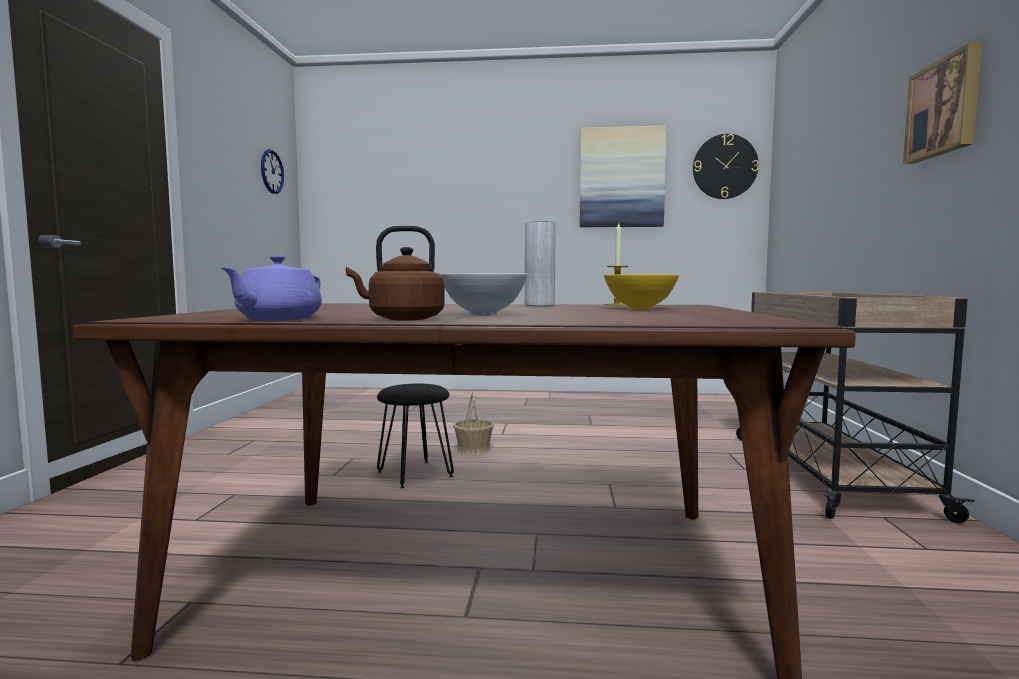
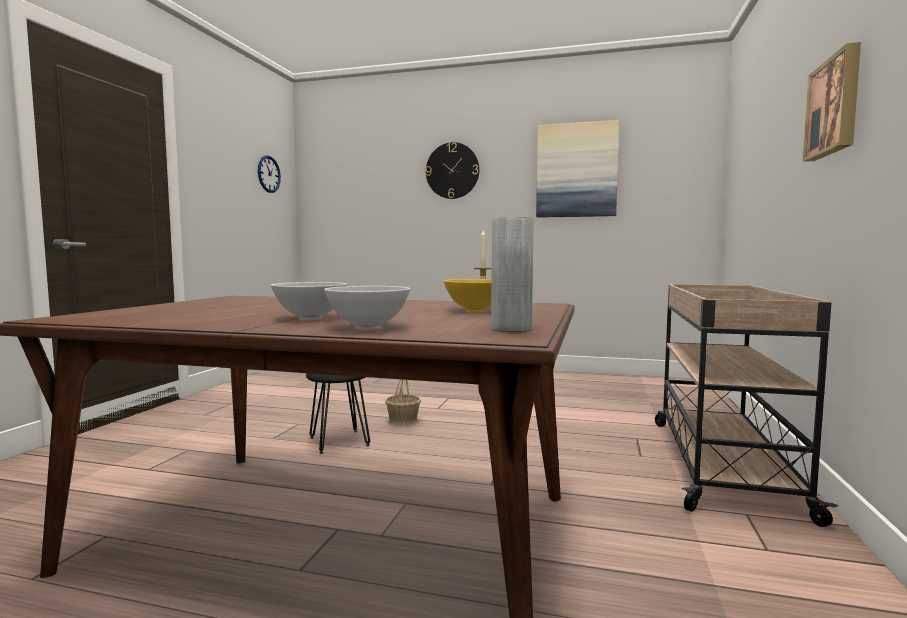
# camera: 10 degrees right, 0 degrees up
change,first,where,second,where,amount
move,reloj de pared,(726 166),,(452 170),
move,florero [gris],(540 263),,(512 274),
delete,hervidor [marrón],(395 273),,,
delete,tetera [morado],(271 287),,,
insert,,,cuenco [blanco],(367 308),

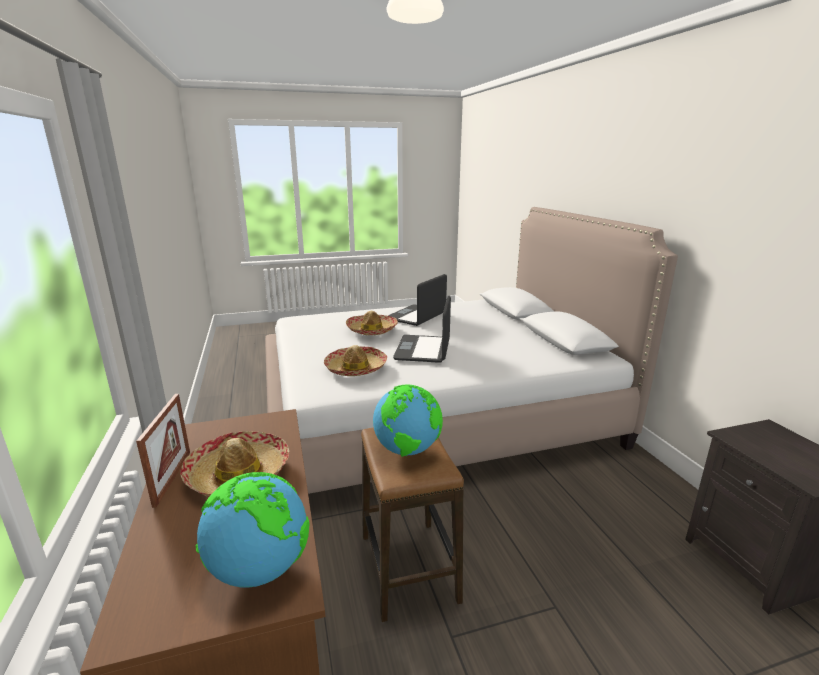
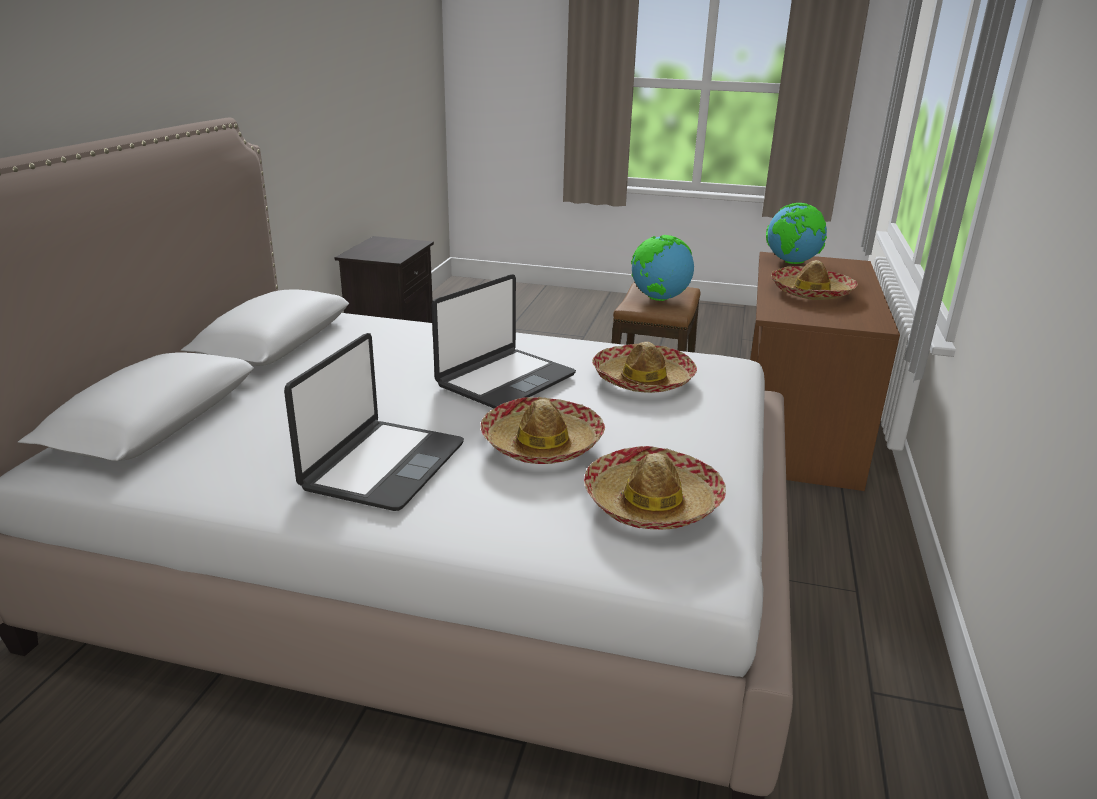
# camera: 150 degrees left, 5 degrees up
change,first,where,second,where,amount
rotate,portátil,(417 300),,(374 422),45 degrees counterclockwise
delete,portarretratos,(163 451),,,
insert,,,sombrero,(655 488),

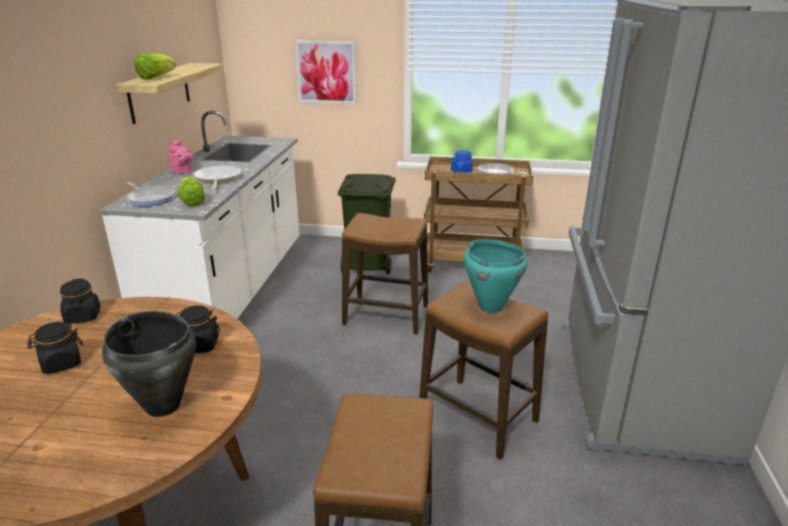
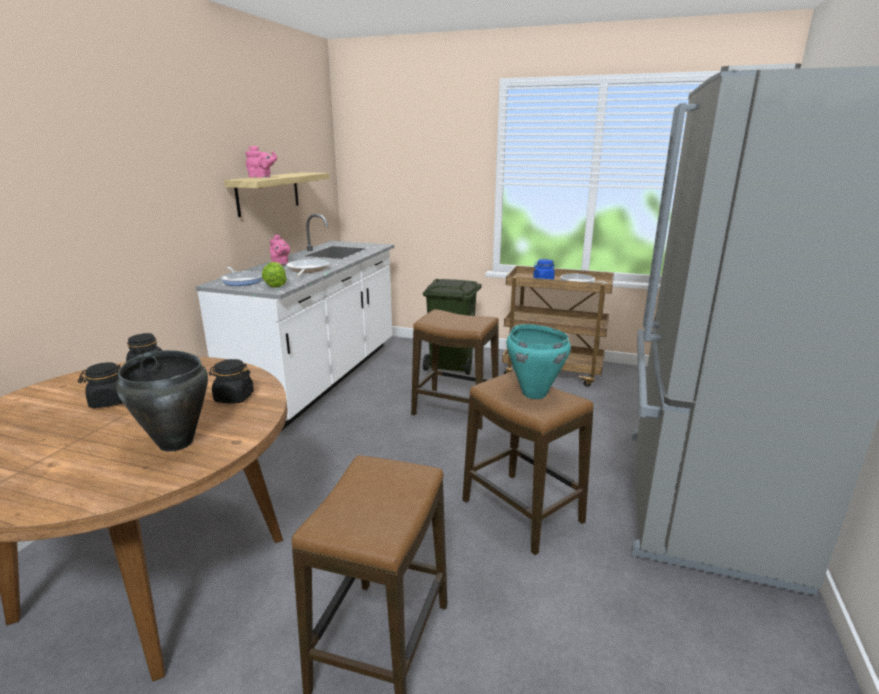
# camera: 10 degrees right, 5 degrees down
change,first,where,second,where,amount
delete,cuadro,(326 72),,,
replace,lechuga,(155 66),tetera [rosa],(261 162),

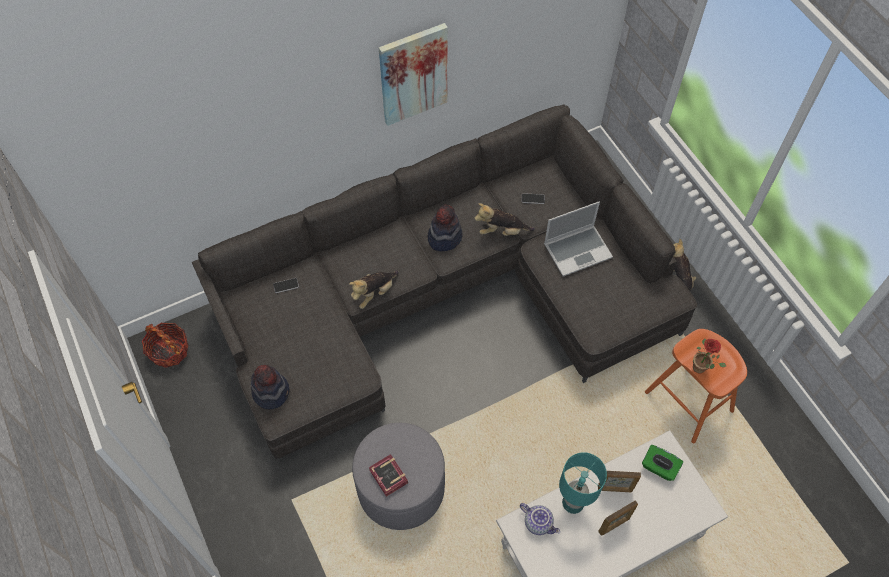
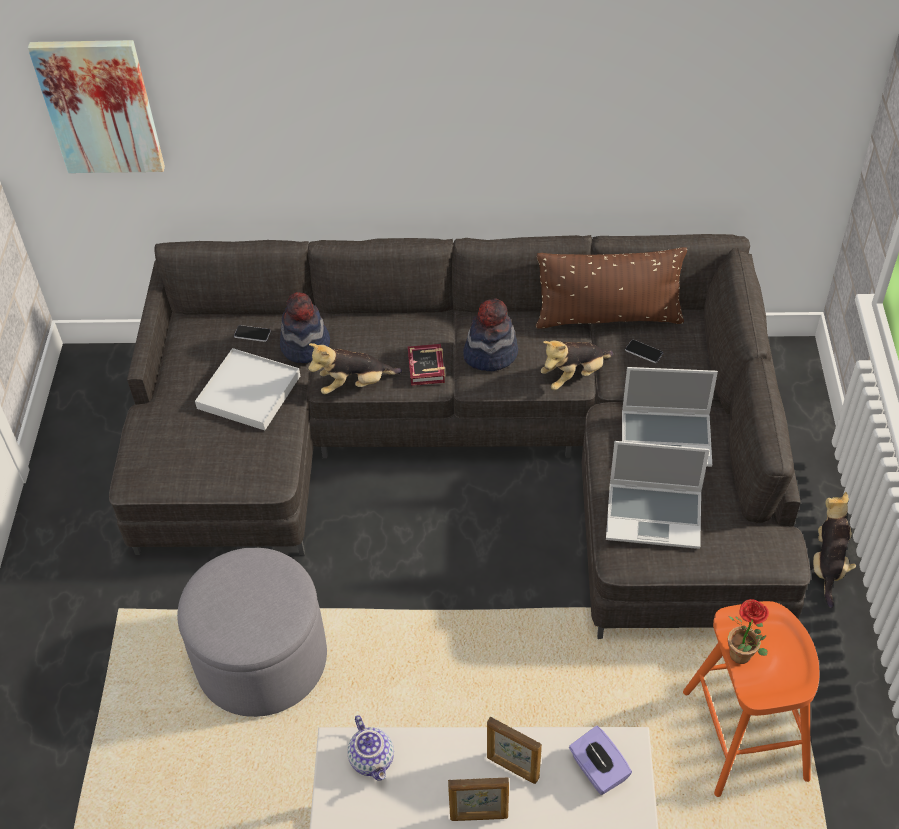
# camera: 30 degrees right, 10 degrees down
change,first,where,second,where,amount
move,cuadro,(413 74),,(96 106),
rotate,peluche,(504 219),,(577 365),60 degrees counterclockwise
delete,cesta,(165 345),,,
move,sombrero,(270 387),,(305 327),
recolor,caja de pañuelos [verde],(662 463),caja de pañuelos [morado],(600 760),
delete,lámpara de mesa [turquesa],(583 483),,,
move,libro,(388 475),,(426 365),
insert,,,cojín [marrón],(611 288),
insert,,,bandeja [blanco],(247 389),
insert,,,portátil,(658 495),

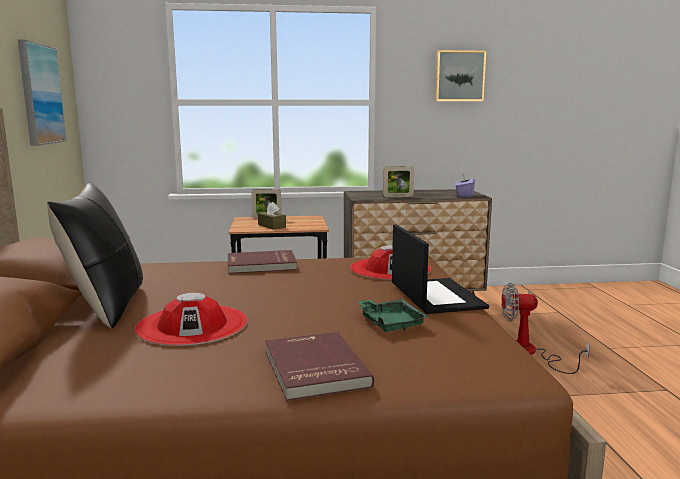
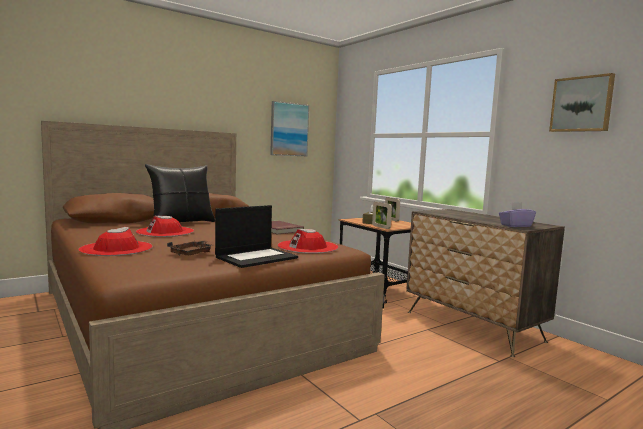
# camera: 60 degrees right, 5 degrees down
change,first,where,second,where,amount
move,portarretratos,(398 181),,(382 215),
delete,ventilador,(545 328),,,
recolor,bandeja [verde],(392 315),bandeja [marrón],(190 248),
replace,libro [rojo],(319 366),sombrero [rojo],(115 241),

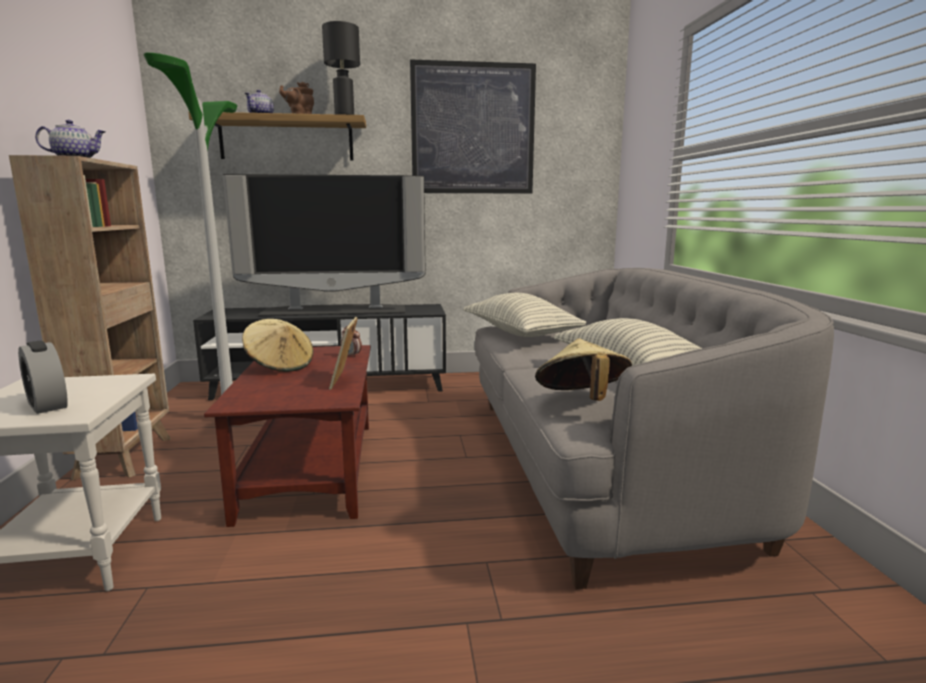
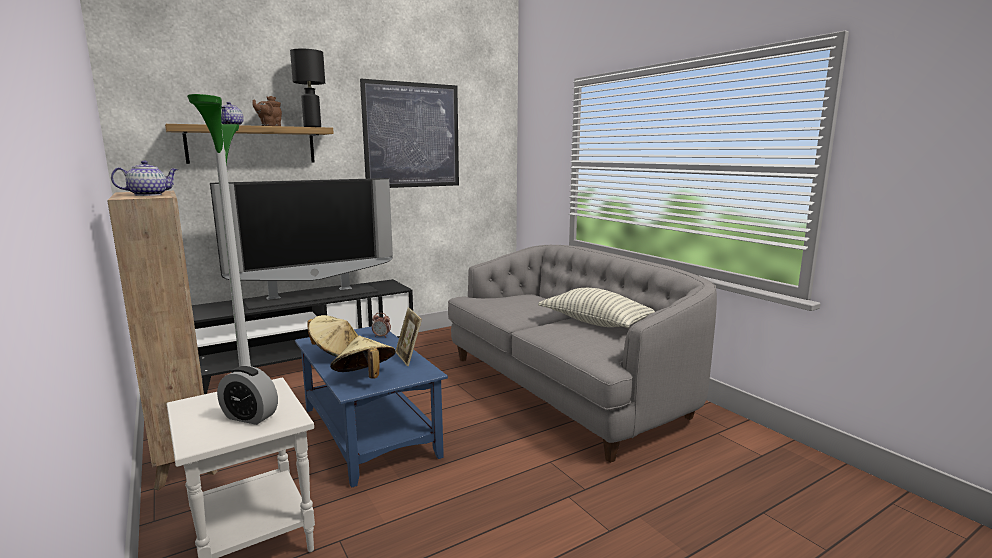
# camera: 25 degrees left, 0 degrees up
change,first,where,second,where,amount
delete,cojín,(525 315),,,
move,sombrero [beis],(583 369),,(363 356),
recolor,mesa de centro [marrón],(287 436),mesa de centro [azul],(371 407),

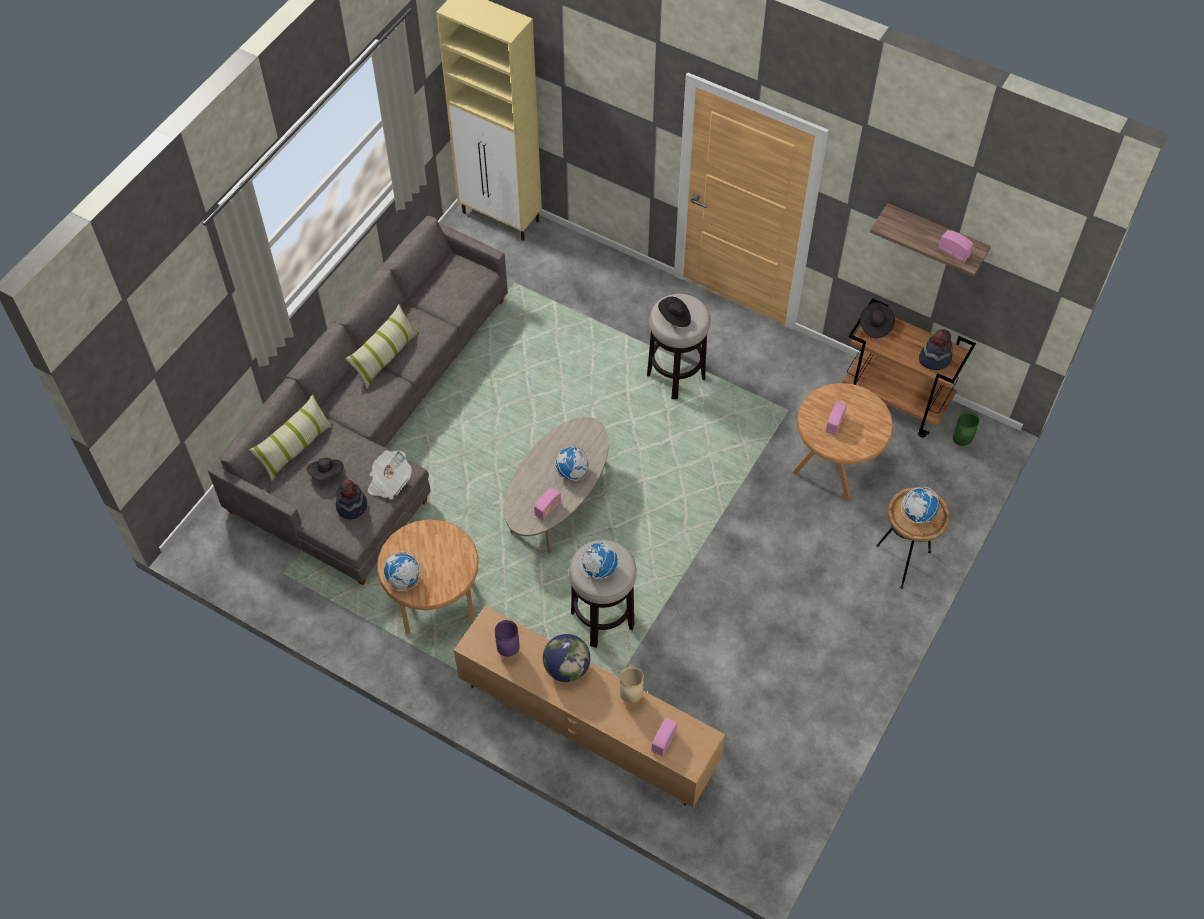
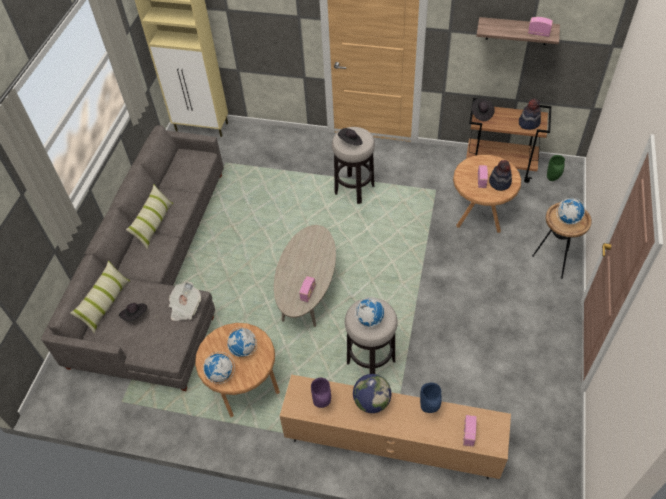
# camera: 15 degrees left, 5 degrees down
change,first,where,second,where,amount
move,globo terráqueo,(572 463),,(242 342),
move,sombrero,(351 499),,(500 175),
recolor,florero [beis],(632 684),florero [azul],(431 398),

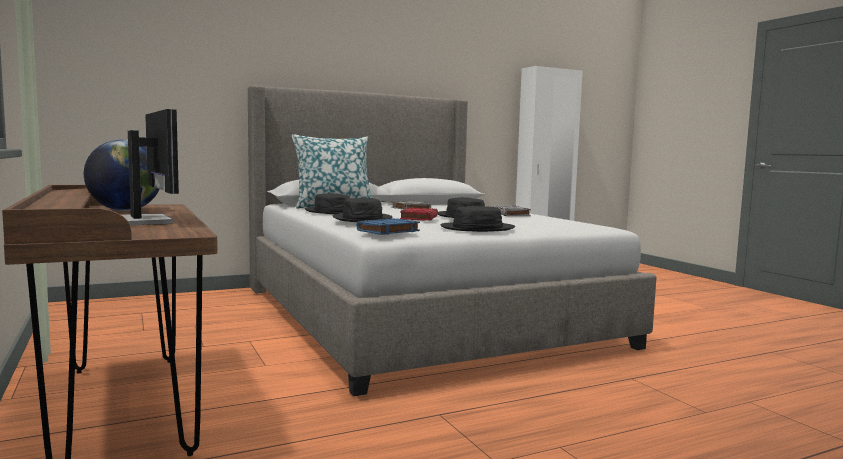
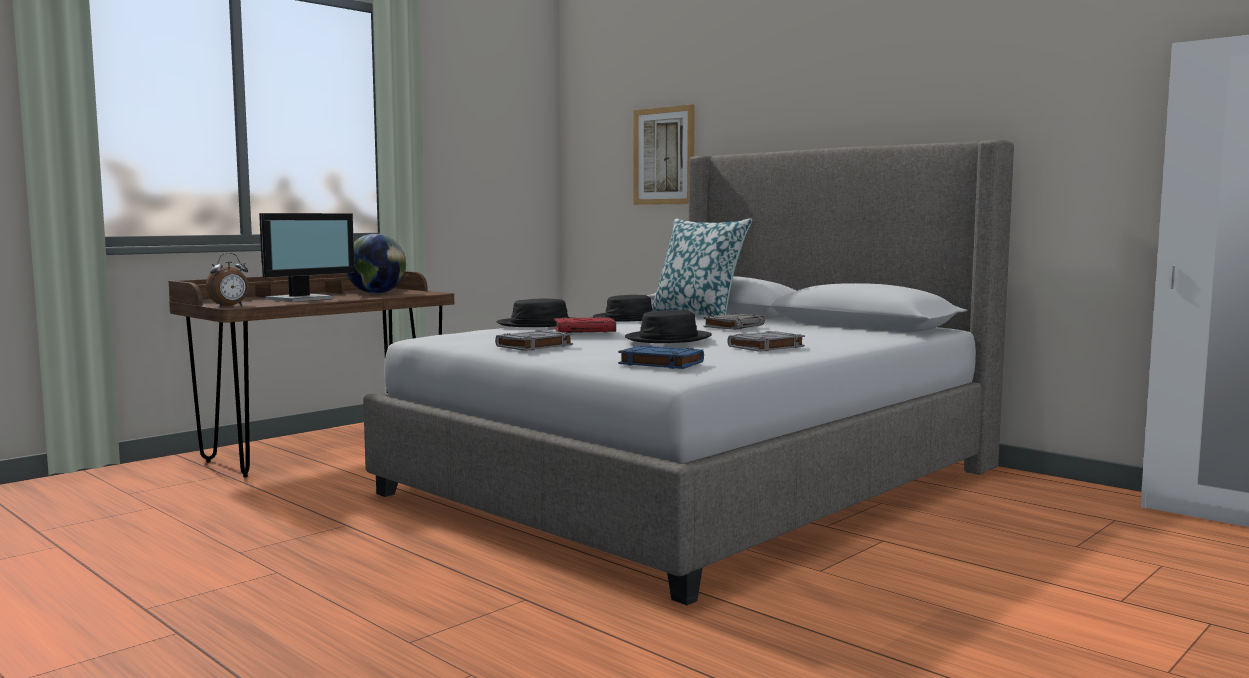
# camera: 70 degrees right, 0 degrees up
change,first,where,second,where,amount
replace,sombrero [negro],(478 219),libro [gris],(534 340),
move,libro [azul],(388 226),,(661 357),
insert,,,cuadro,(664 154),
insert,,,despertador,(227 280),

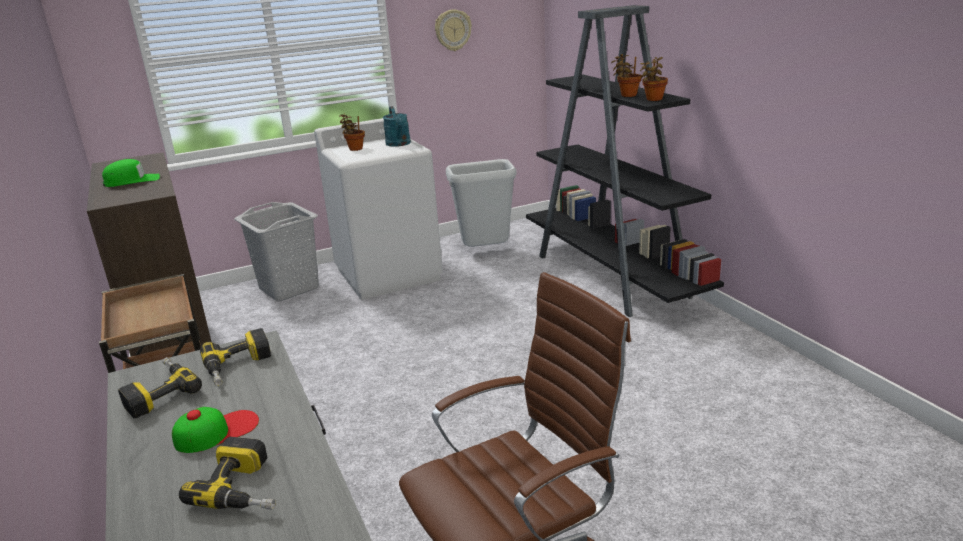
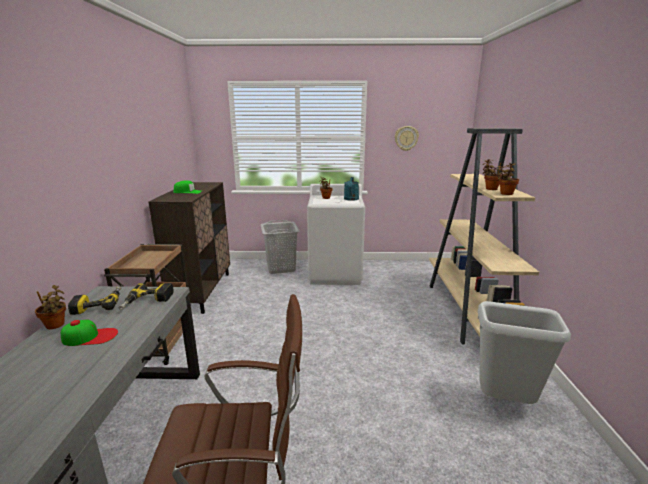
# camera: 25 degrees right, 5 degrees down
change,first,where,second,where,amount
recolor,estantería [negro],(625 161),estantería [beis],(484 236),
move,papelera [gris],(481 203),,(524 352),
delete,taladro,(227 473),,,
insert,,,planta en maceta,(50 307),

